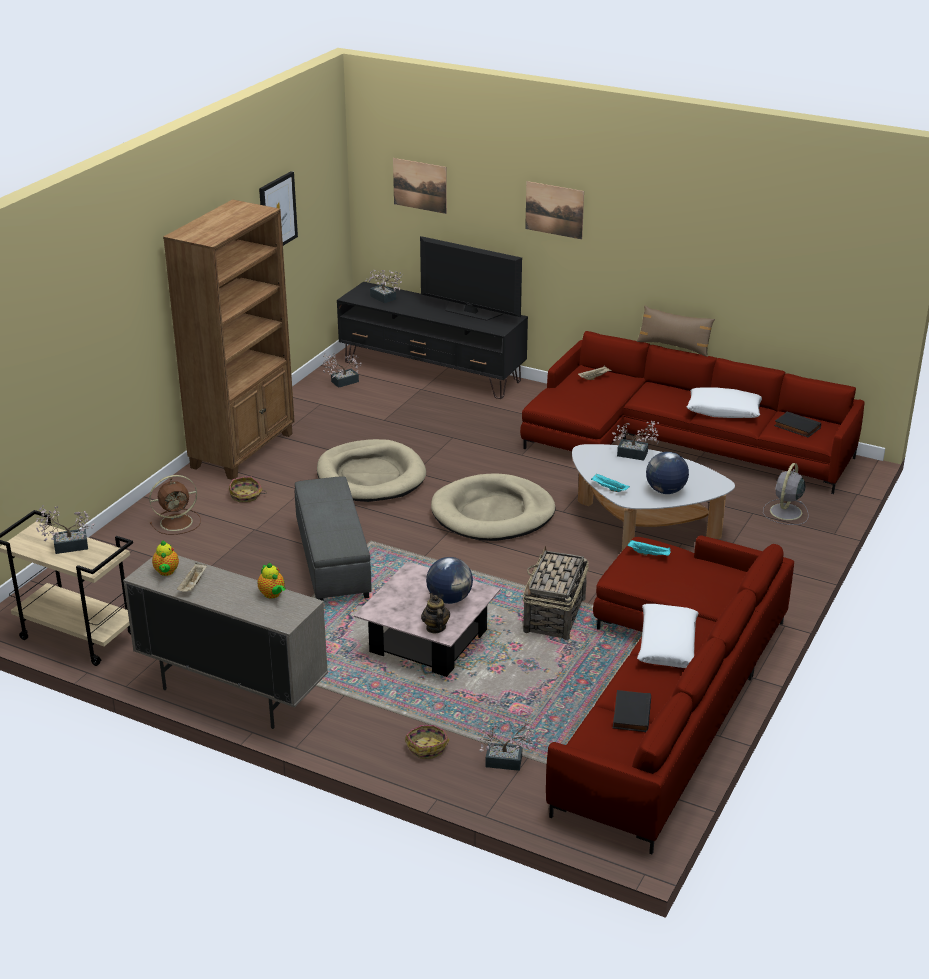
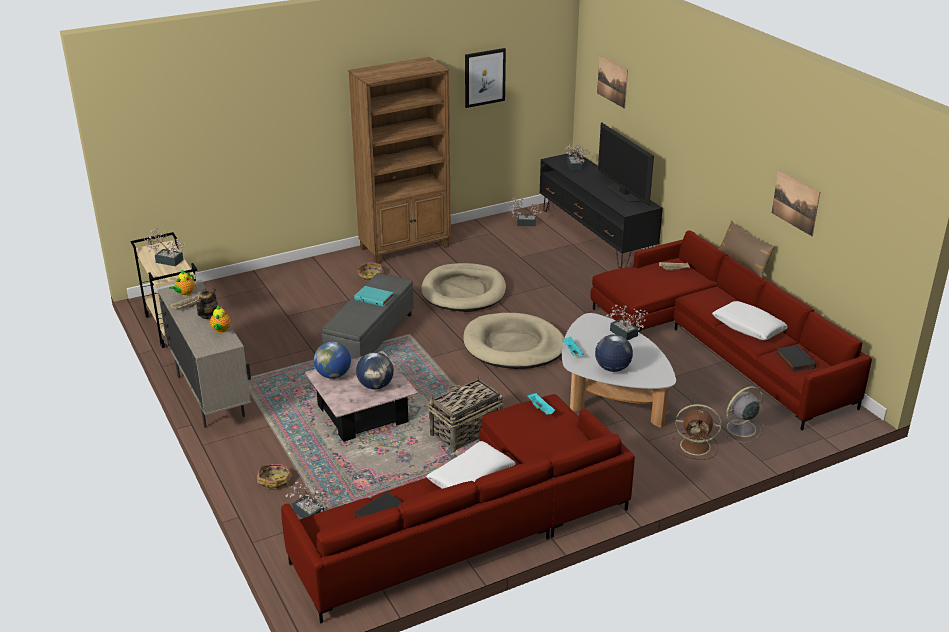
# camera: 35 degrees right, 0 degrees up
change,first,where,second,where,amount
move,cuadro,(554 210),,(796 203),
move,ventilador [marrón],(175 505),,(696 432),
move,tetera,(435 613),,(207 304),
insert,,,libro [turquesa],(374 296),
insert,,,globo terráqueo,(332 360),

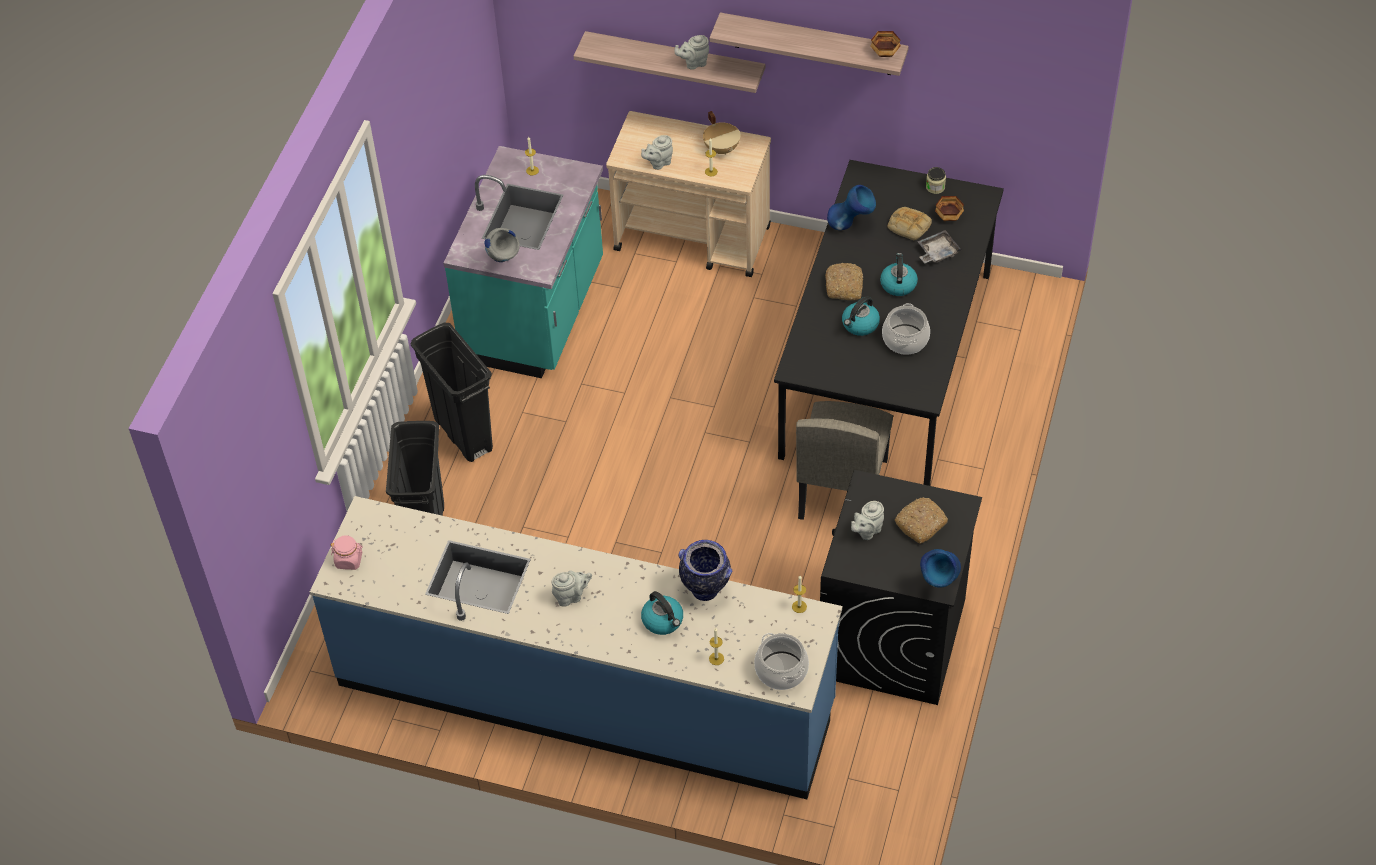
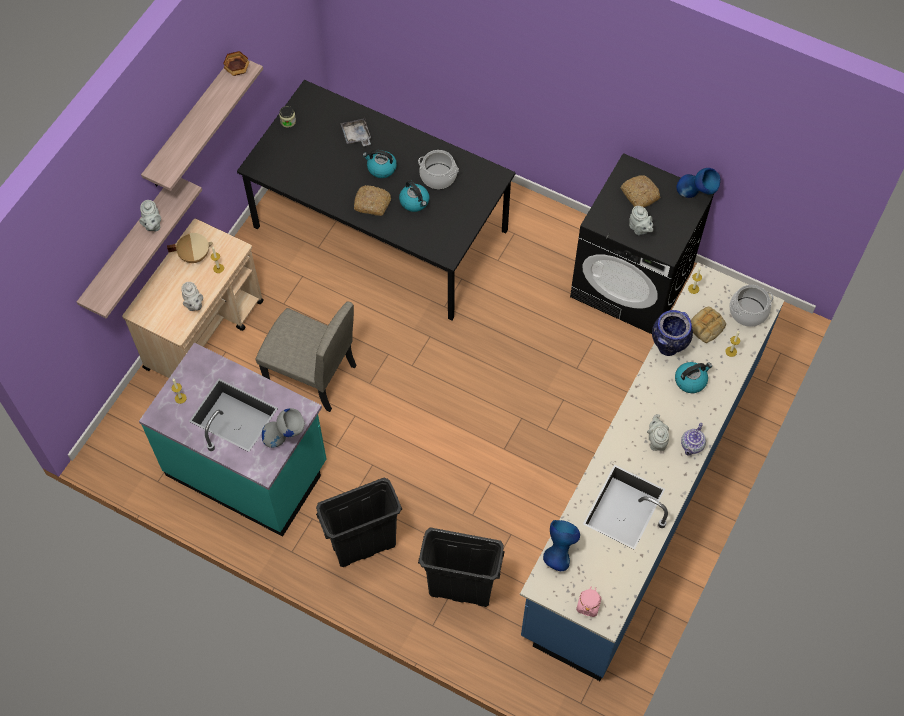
# camera: 80 degrees left, 10 degrees up
change,first,where,second,where,amount
move,florero [azul],(851 207),,(561 545),
delete,cuenco,(949 208),,,
move,pan,(909 224),,(708 325),
move,silla [beis],(844 460),,(306 357),
insert,,,tetera,(693 439),

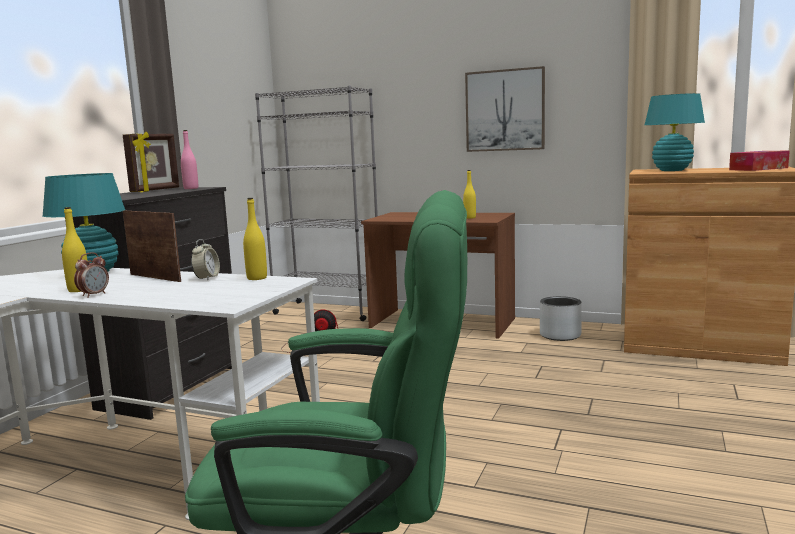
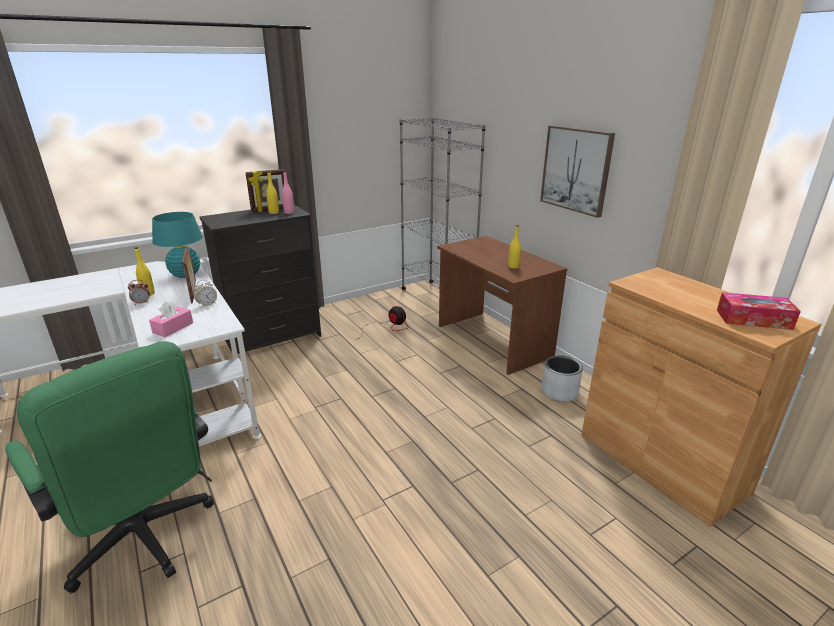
# camera: 35 degrees right, 15 degrees up
change,first,where,second,where,amount
delete,lámpara de mesa [turquesa],(675 132),,,
move,botella [amarillo],(255 239),,(272 192),
insert,,,caja de pañuelos [rosa],(171 319),

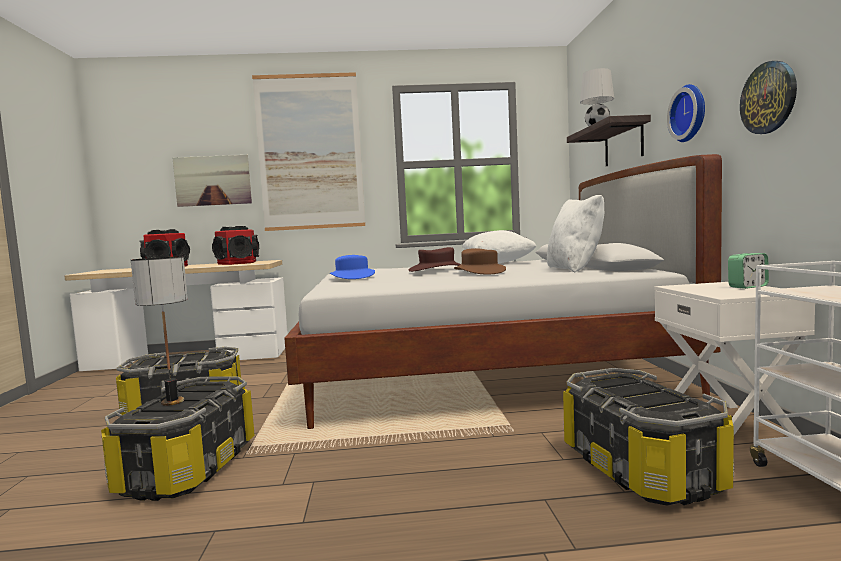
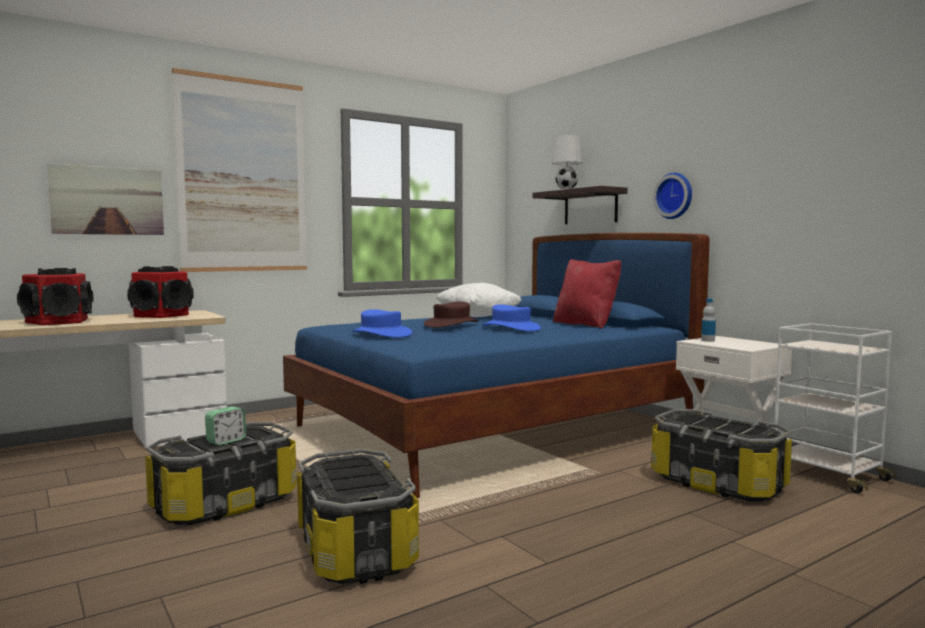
# camera: 30 degrees left, 0 degrees up
change,first,where,second,where,amount
delete,reloj de pared,(768 97),,,
recolor,cama [blanco],(503 291),cama [azul],(496 365),
recolor,cojín [blanco],(575 234),cojín [rojo],(587 294),
recolor,sombrero [marrón],(480 261),sombrero [azul],(511 317),
move,despertador,(748 271),,(225 425),
delete,lámpara de mesa,(159 331),,,
insert,,,botella,(708 320),

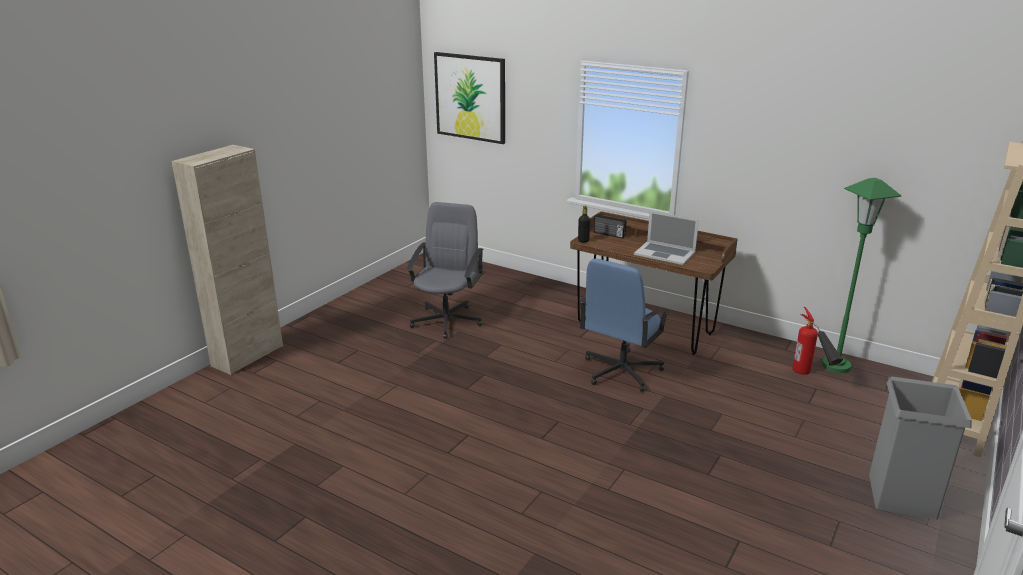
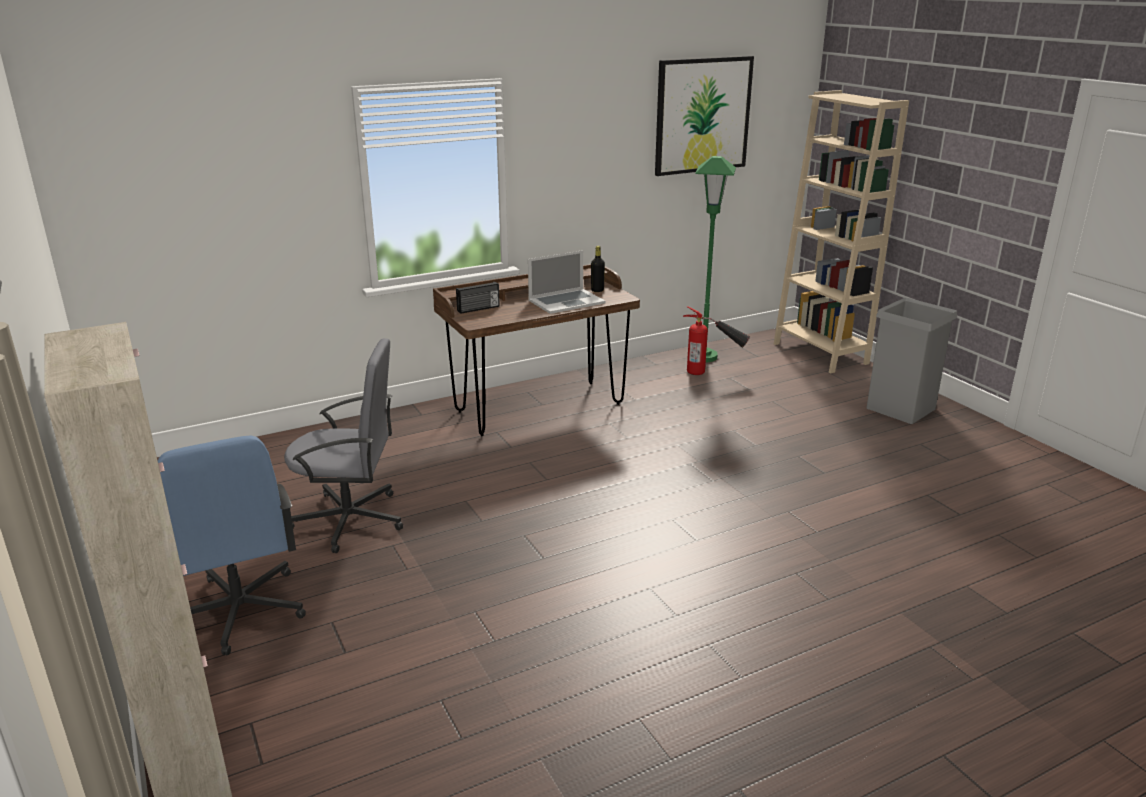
# camera: 60 degrees left, 0 degrees up
change,first,where,second,where,amount
move,cuadro,(469 98),,(704 116),
rotate,silla de oficina [gris],(444 270),,(343 445),135 degrees clockwise
move,botella [negro],(584 224),,(598 269),
move,silla de oficina [azul],(624 325),,(232 545),

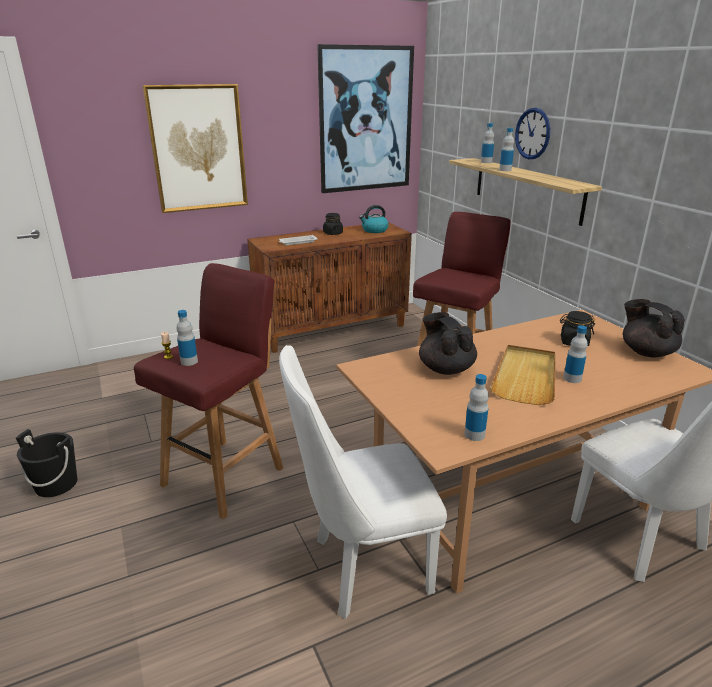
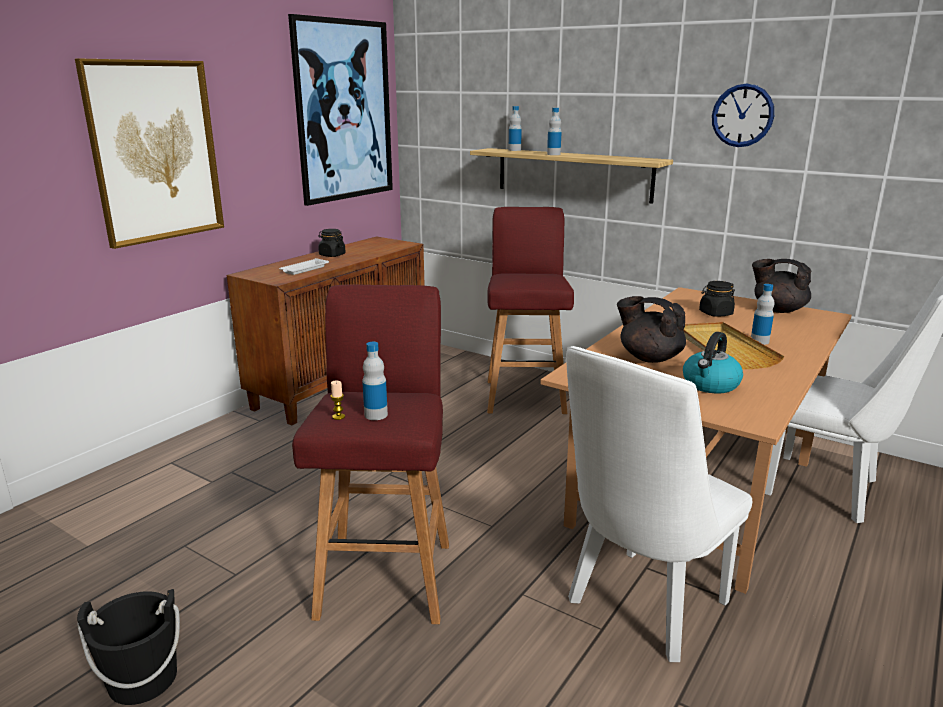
# camera: 30 degrees left, 5 degrees down
change,first,where,second,where,amount
move,reloj de pared,(532 133),,(743 115),
move,hervidor,(374 219),,(713 362),
delete,botella,(476 407),,,

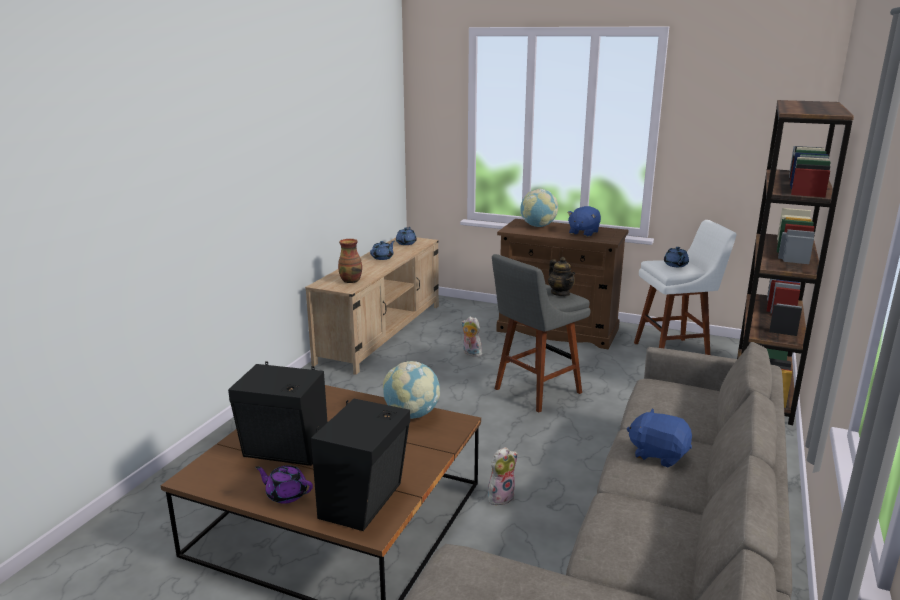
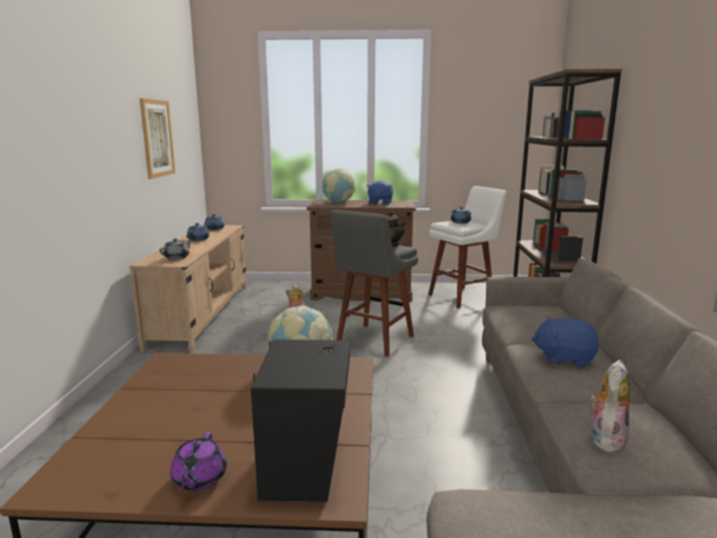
# camera: 20 degrees left, 5 degrees down
change,first,where,second,where,amount
replace,florero,(350 261),tetera [gris],(176 249),
delete,altavoz [negro],(278 413),,,
move,peluche,(503 476),,(610 406),
rotate,tetera [morado],(284 484),,(198 461),90 degrees counterclockwise
insert,,,cuadro,(157 138),

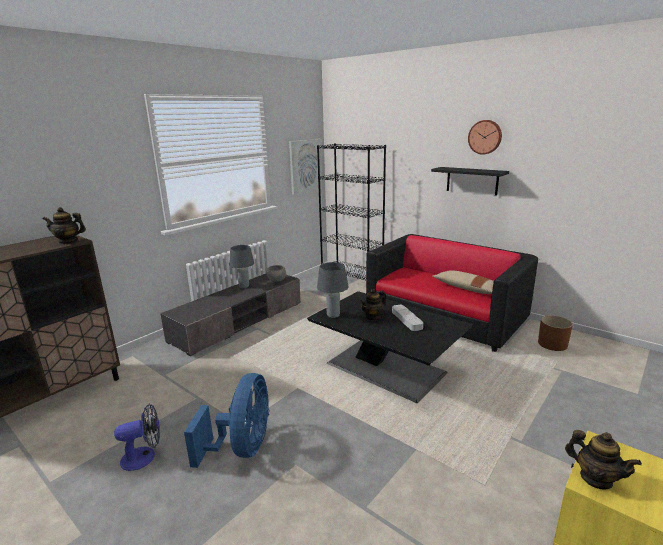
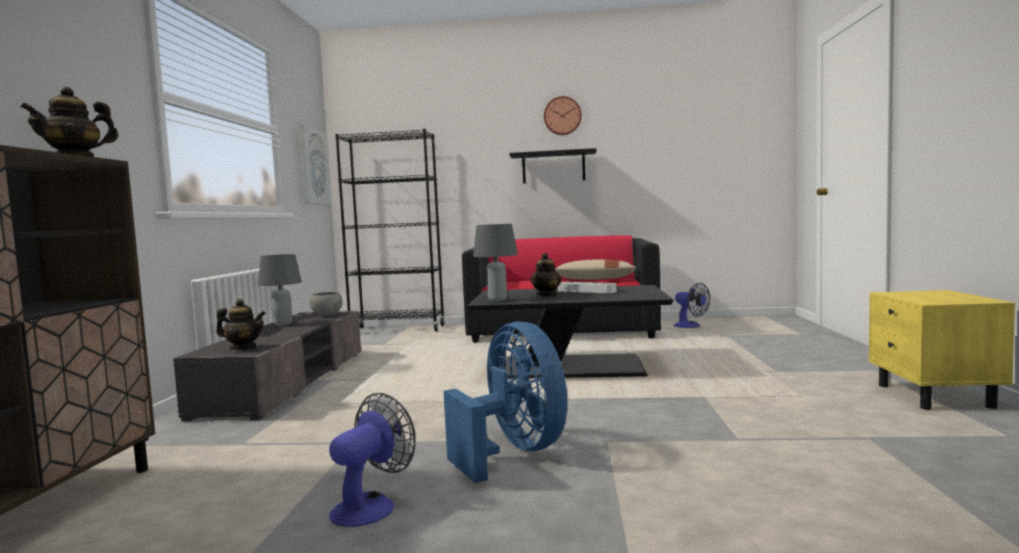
# camera: 35 degrees left, 15 degrees down
change,first,where,second,where,amount
replace,maceta [marrón],(555 333),ventilador,(692 305),
move,tetera,(603 459),,(241 324),

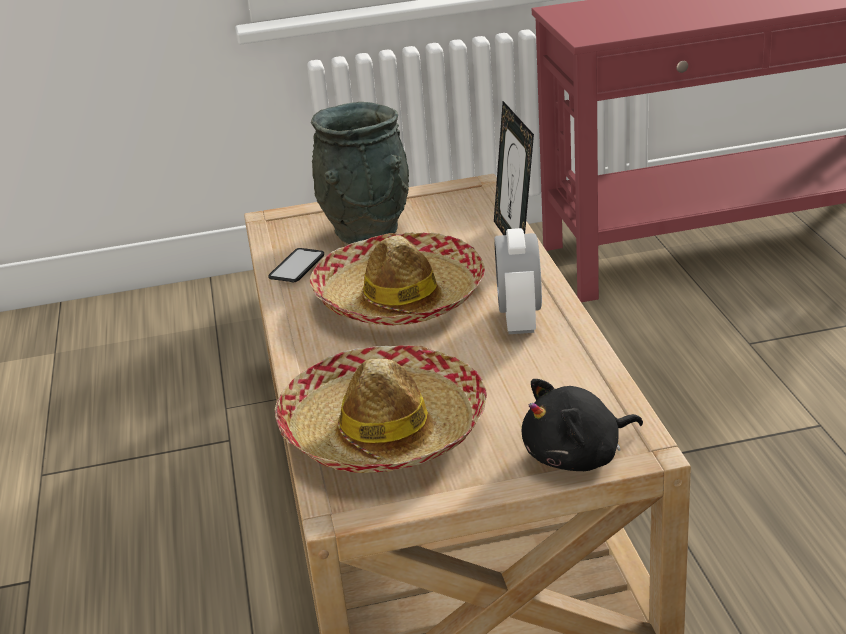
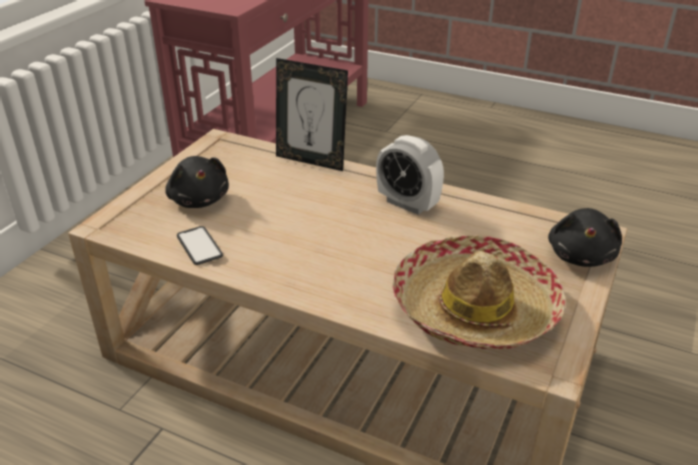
# camera: 55 degrees left, 5 degrees up
change,first,where,second,where,amount
replace,florero [gris],(360 173),peluche [negro],(197 182),
delete,sombrero,(397 278),,,

